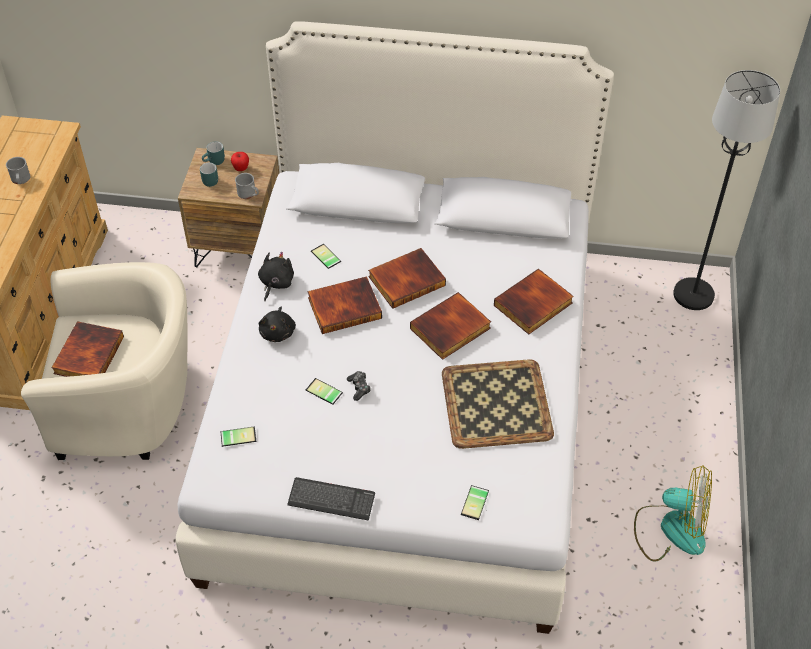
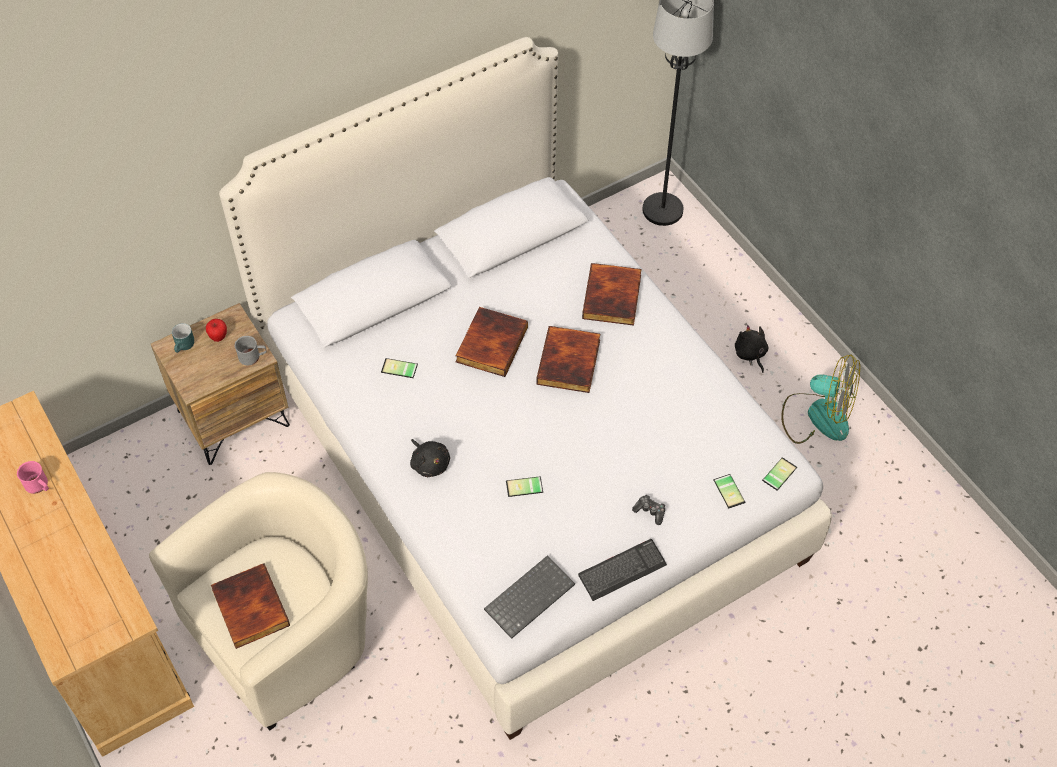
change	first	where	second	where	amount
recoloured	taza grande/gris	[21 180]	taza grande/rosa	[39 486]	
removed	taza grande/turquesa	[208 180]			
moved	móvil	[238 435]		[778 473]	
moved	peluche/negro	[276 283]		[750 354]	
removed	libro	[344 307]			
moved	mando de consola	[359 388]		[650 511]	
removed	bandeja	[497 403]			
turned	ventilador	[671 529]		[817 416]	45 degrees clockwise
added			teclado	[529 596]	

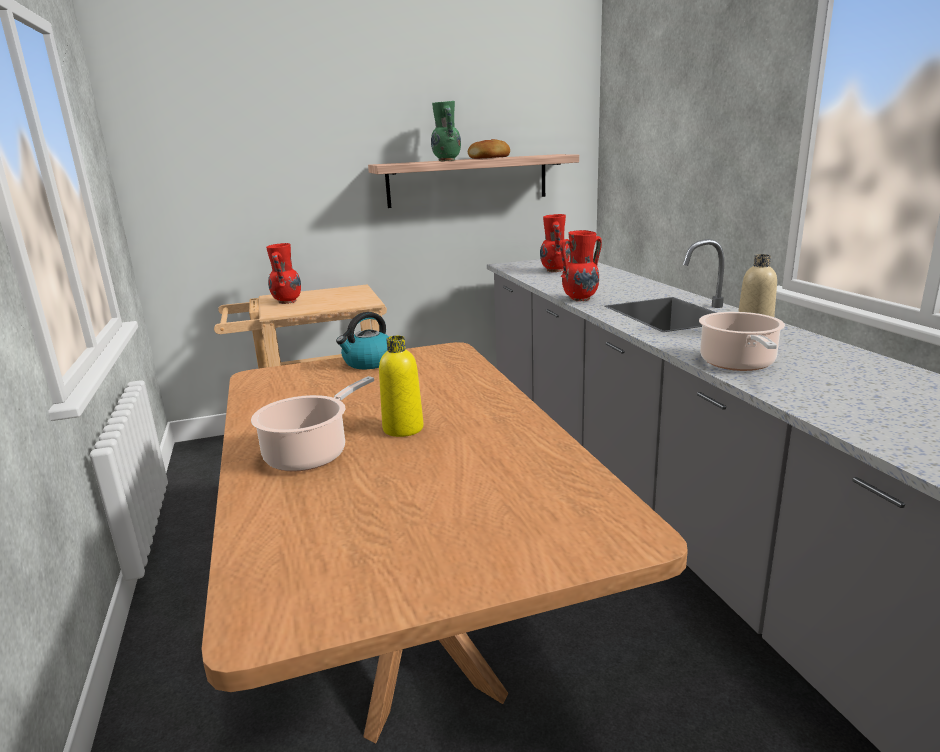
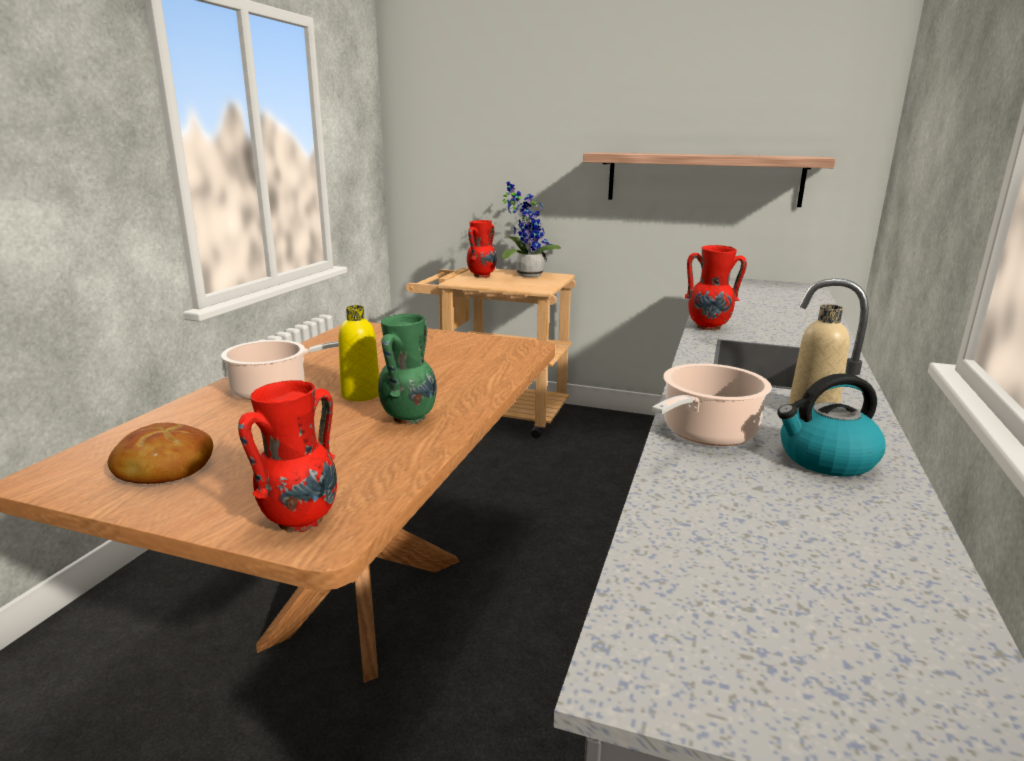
change	first	where	second	where	amount
moved	hervidor	[369 363]		[825 459]	
moved	florero/verde	[446 160]		[408 419]	
moved	pan	[489 158]		[163 468]	
moved	florero/rojo	[554 270]		[298 521]	
added			planta en maceta	[526 275]	

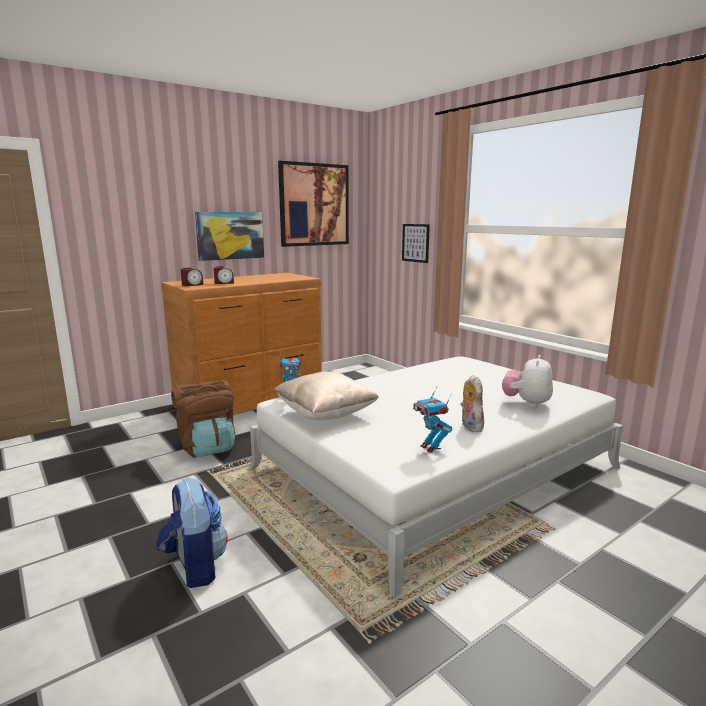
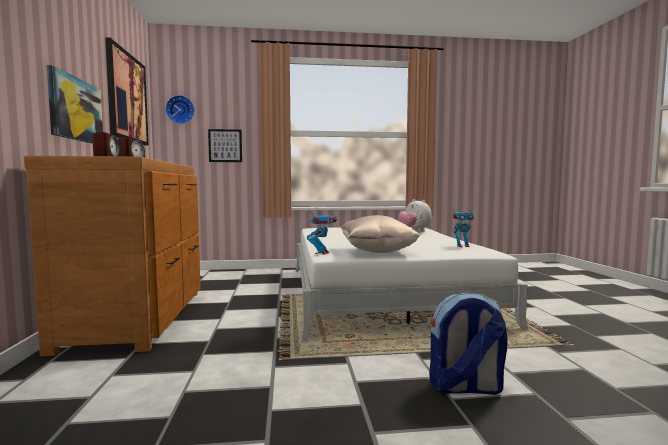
change	first	where	second	where	amount
removed	mochila/marrón	[207 447]			
removed	peluche	[469 426]			
added			reloj de pared	[180 110]	

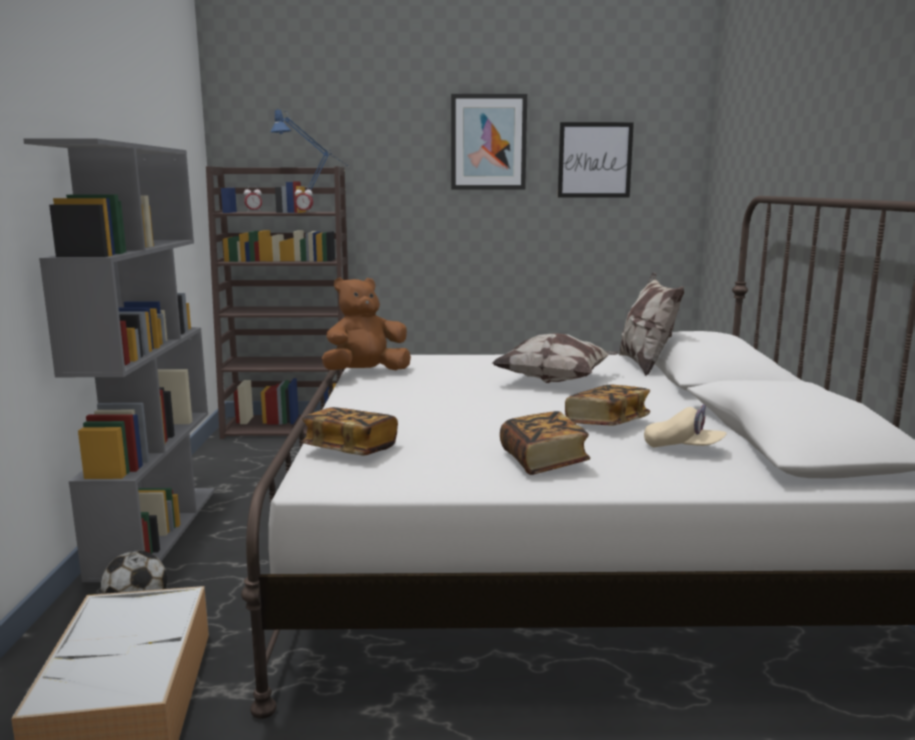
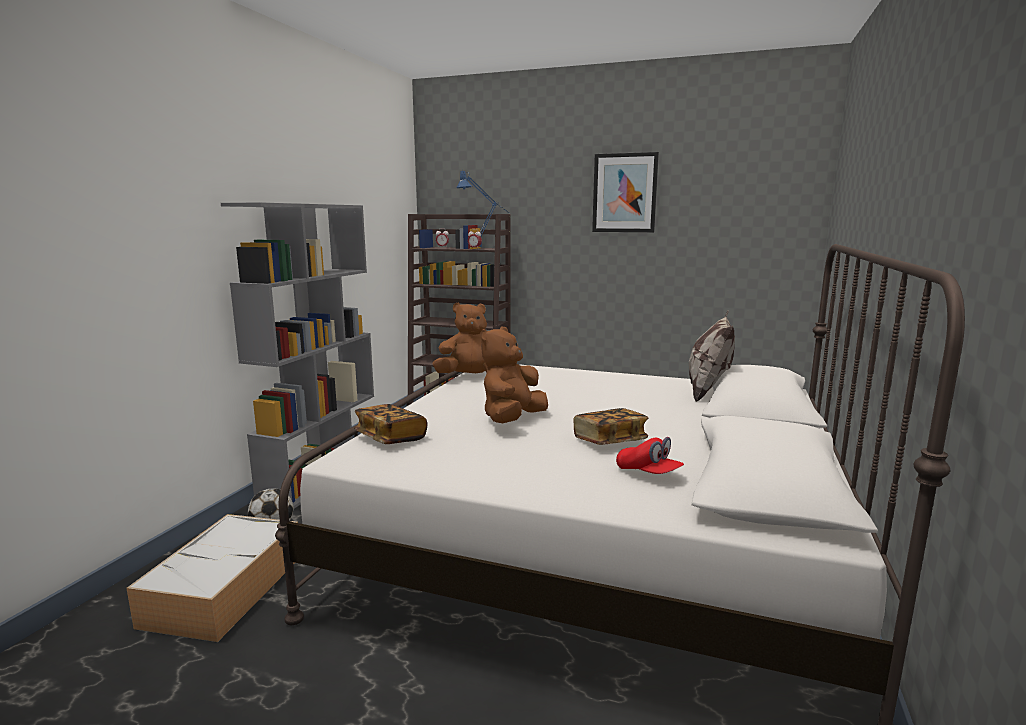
change	first	where	second	where	amount
removed	cojín	[556 380]			
removed	libro	[543 461]			
removed	cuadro	[594 160]			
recoloured	gorra/beis	[683 448]	gorra/rojo	[648 473]	
added			peluche/marrón	[512 419]	

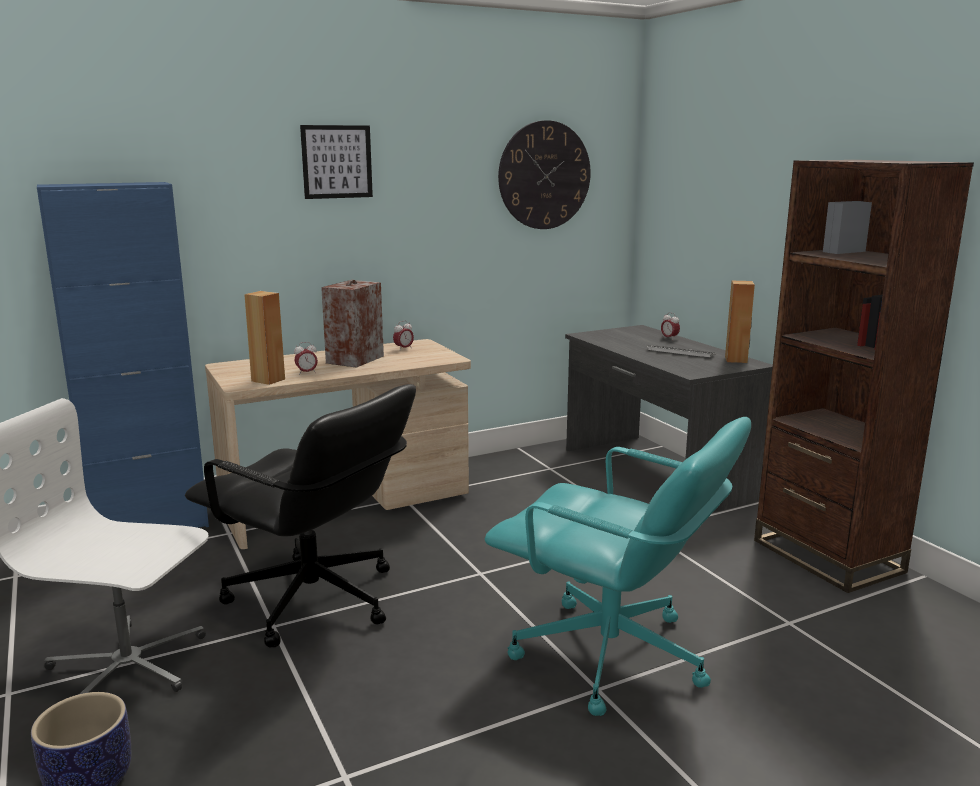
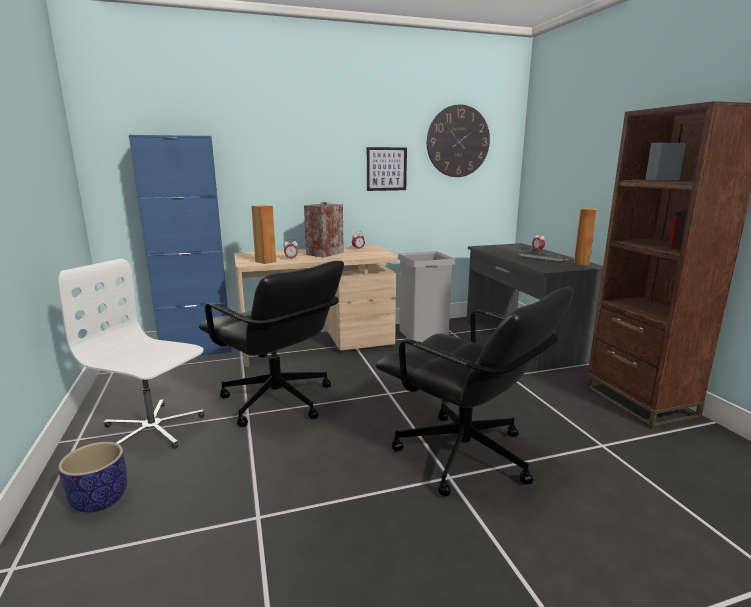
change	first	where	second	where	amount
moved	cuadro	[337 162]		[386 169]	
recoloured	silla de oficina/turquesa	[611 657]	silla de oficina/negro	[464 456]	
added			papelera/gris	[423 334]	

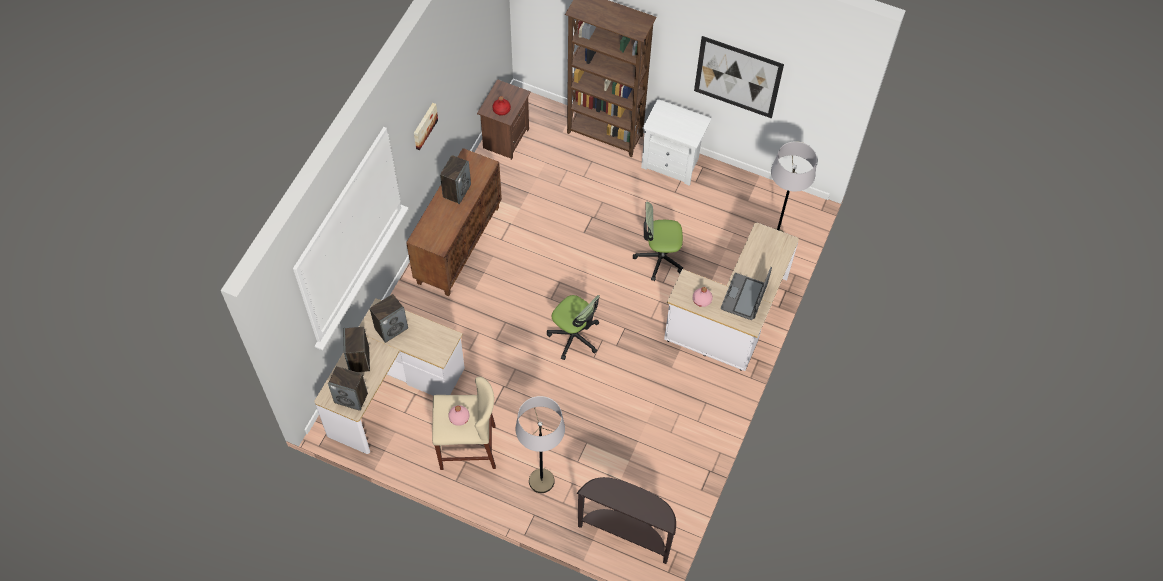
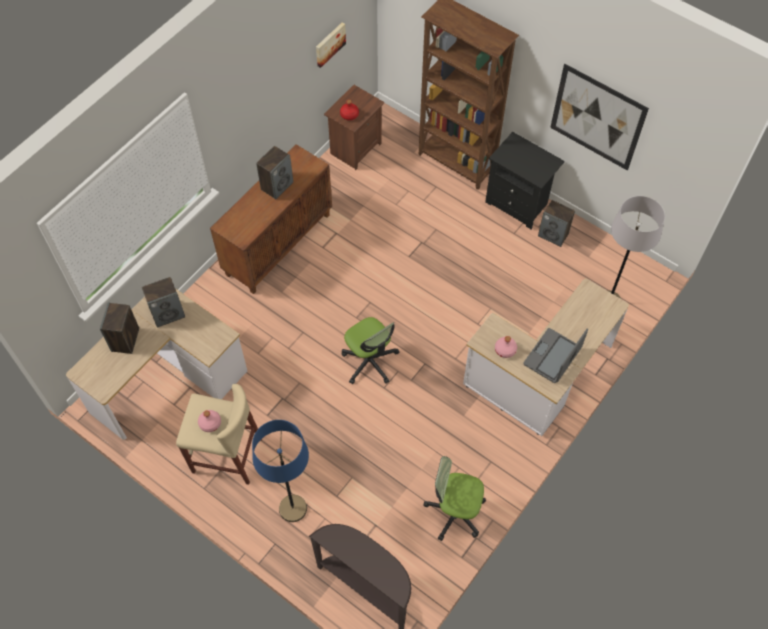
change	first	where	second	where	amount
moved	altavoz	[351 398]		[553 235]	
moved	cuadro	[424 125]		[329 44]	
recoloured	lámpara de pie/gris	[541 481]	lámpara de pie/azul	[293 508]	
moved	silla de oficina	[659 258]		[455 512]	
recoloured	mesita de noche/blanco	[672 163]	mesita de noche/negro	[518 203]	

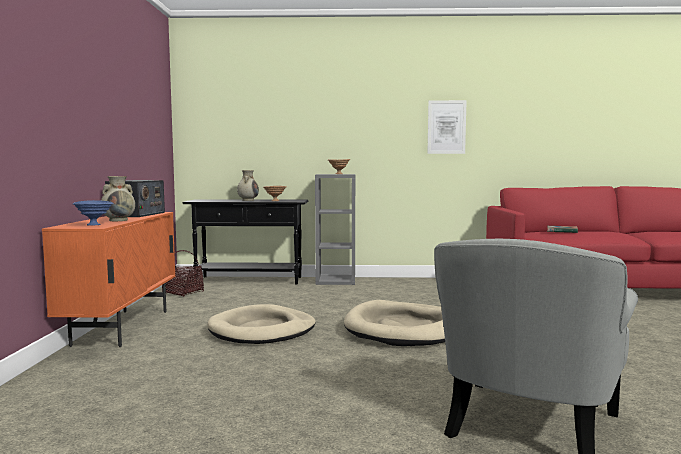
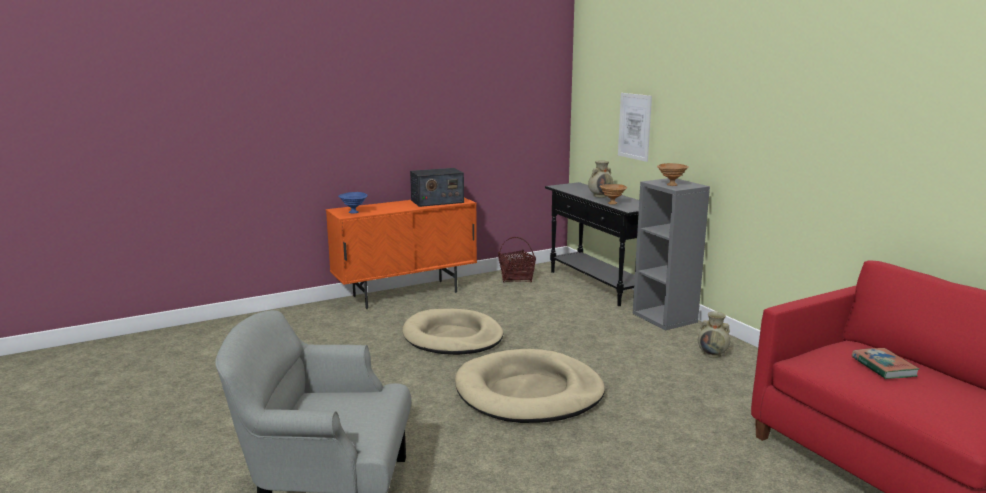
change	first	where	second	where	amount
moved	florero/beis	[119 220]		[713 354]	
moved	cuadro	[446 127]		[634 126]	

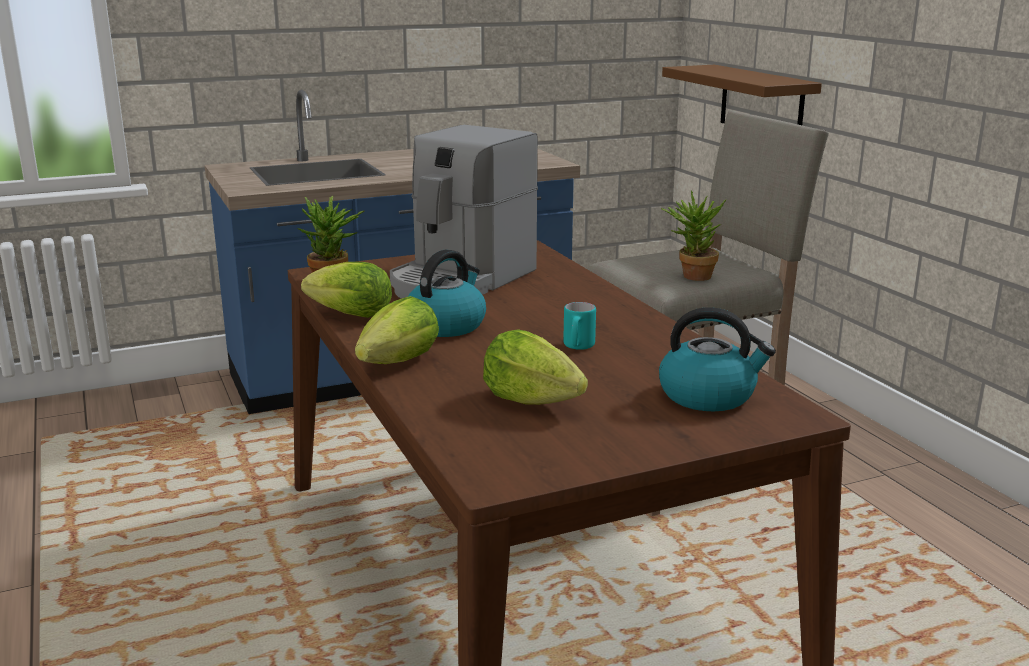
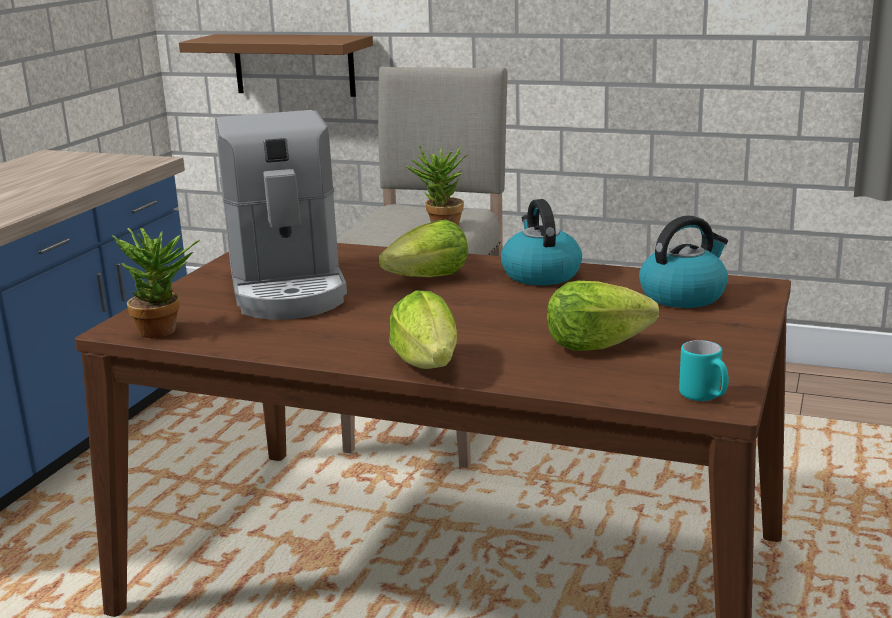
change	first	where	second	where	amount
moved	lechuga	[352 315]		[429 278]	
moved	hervidor	[446 325]		[540 274]	
moved	taza grande/turquesa	[577 347]		[704 397]	

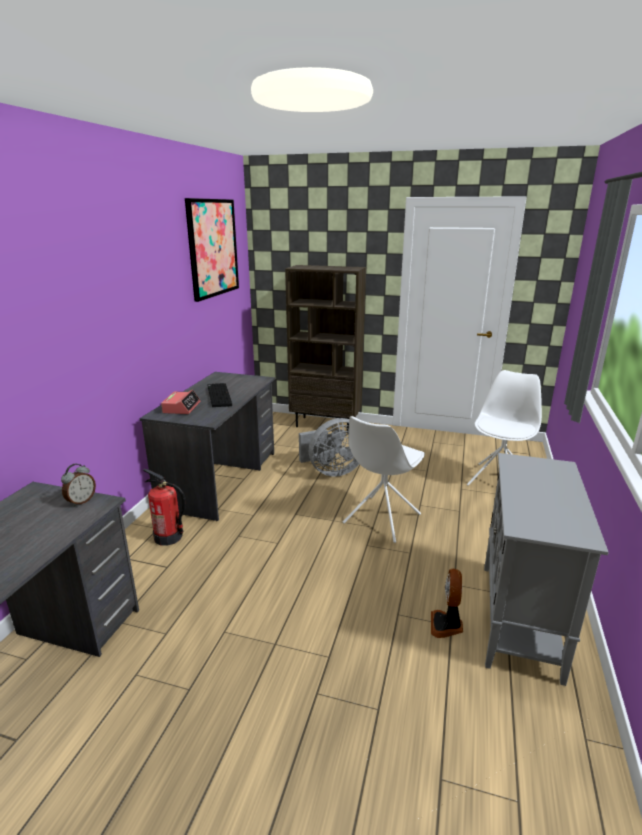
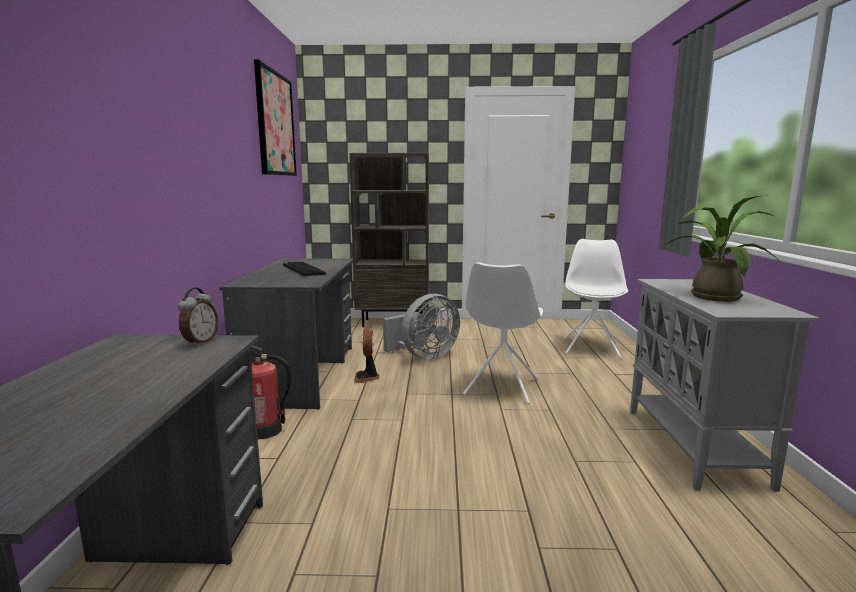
change	first	where	second	where	amount
removed	despertador	[181 407]			
moved	ventilador	[446 625]		[367 377]	
added			planta en maceta	[712 296]	

